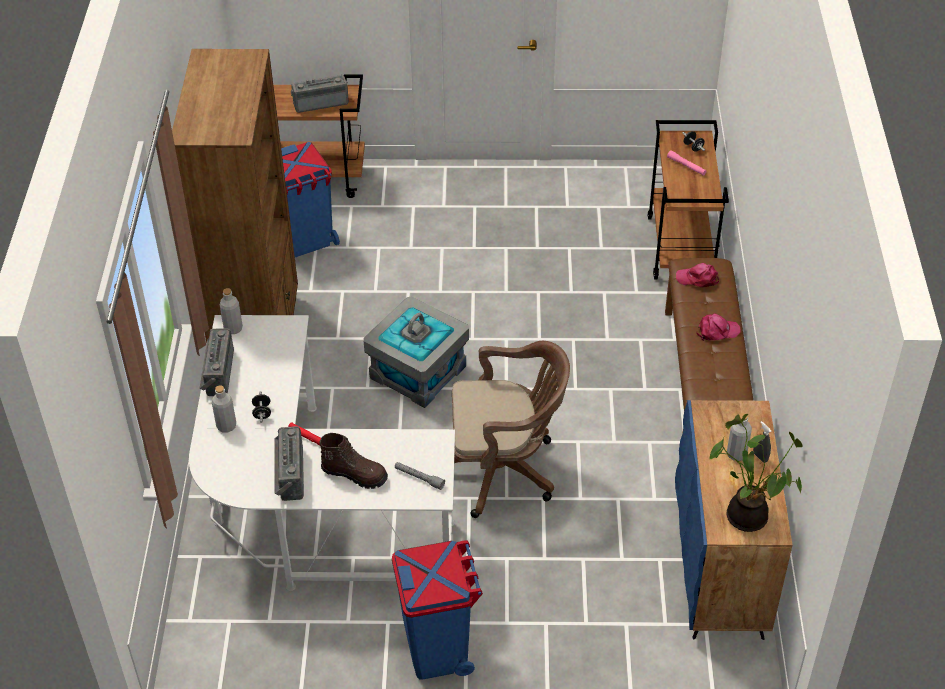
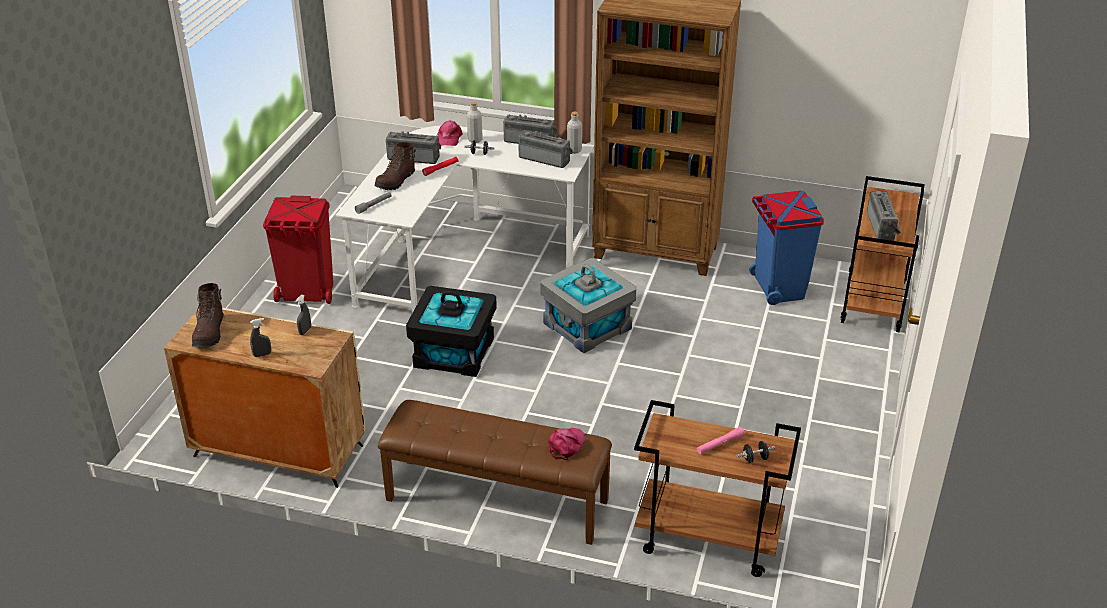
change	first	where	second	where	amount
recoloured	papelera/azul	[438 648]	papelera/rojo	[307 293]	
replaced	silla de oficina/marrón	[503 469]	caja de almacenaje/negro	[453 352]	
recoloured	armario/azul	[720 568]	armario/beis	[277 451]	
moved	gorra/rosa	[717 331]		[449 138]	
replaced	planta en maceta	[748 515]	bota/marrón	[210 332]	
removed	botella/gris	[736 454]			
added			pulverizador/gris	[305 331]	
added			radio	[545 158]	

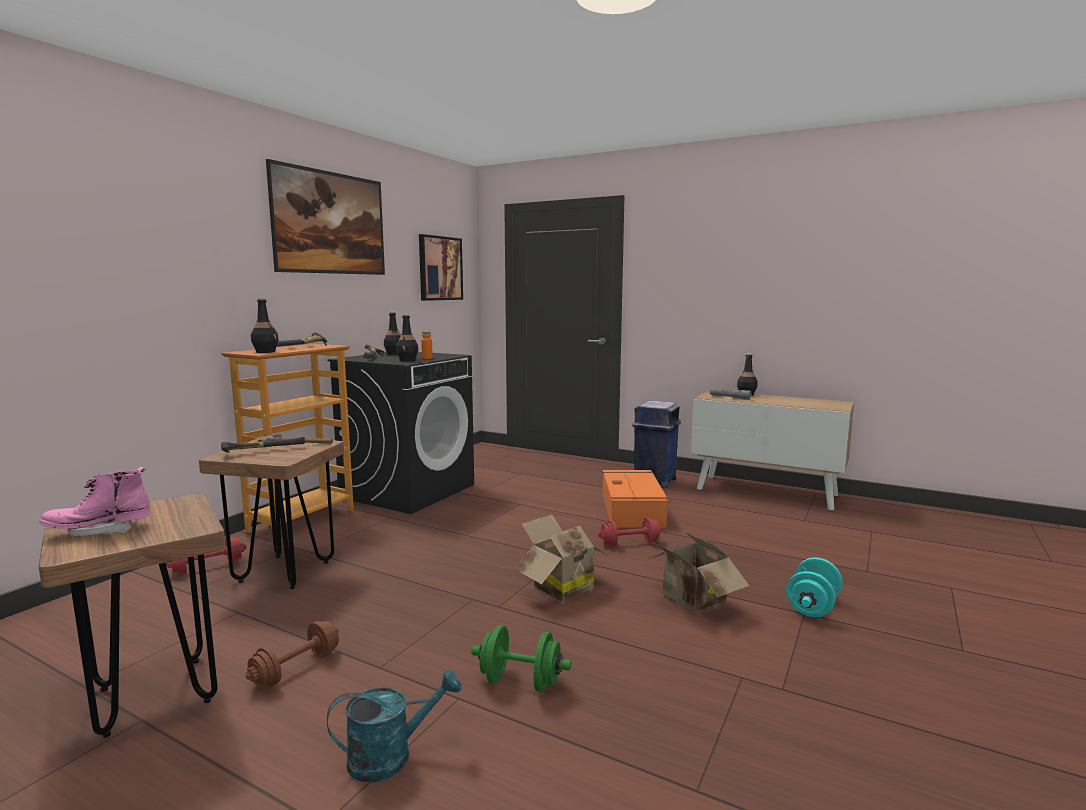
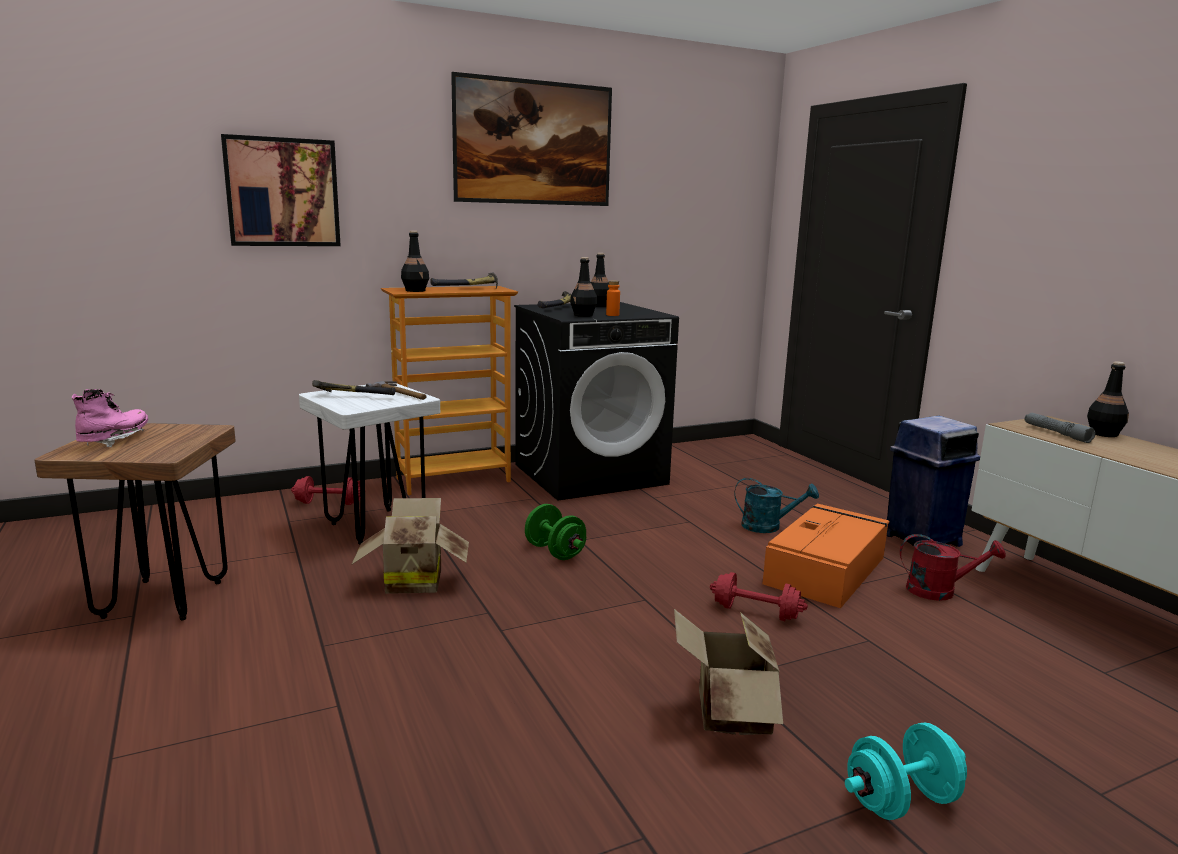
change	first	where	second	where	amount
turned	bota/rosa	[99 530]		[115 440]	90 degrees clockwise
recoloured	taburete/marrón	[285 571]	taburete/blanco	[375 526]	
removed	mancuerna/marrón	[296 669]			
moved	regadera/turquesa	[391 756]		[768 527]	
moved	cuadro	[440 268]		[282 192]	
moved	mancuerna/verde	[520 682]		[555 551]	
moved	caja de cartón	[559 588]		[412 581]	
added			regadera/rojo	[939 591]	

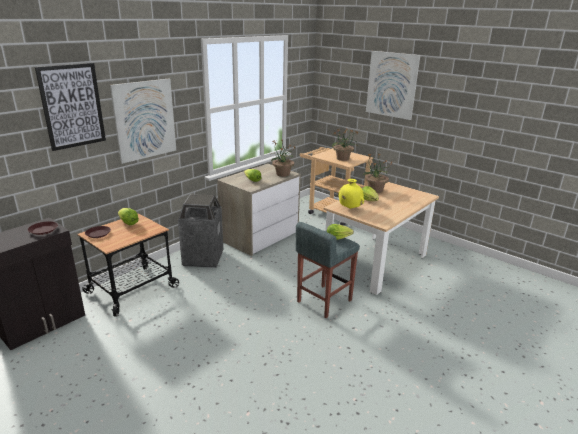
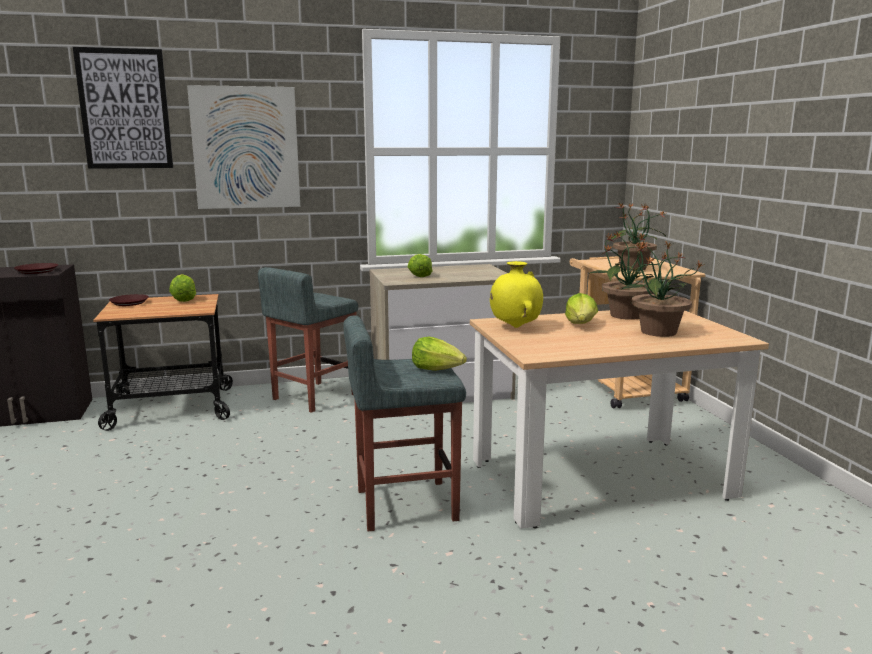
change	first	where	second	where	amount
replaced	papelera	[203 258]	taburete/gris	[314 397]	
moved	planta en maceta	[282 174]		[657 332]	
removed	cuadro	[391 85]			

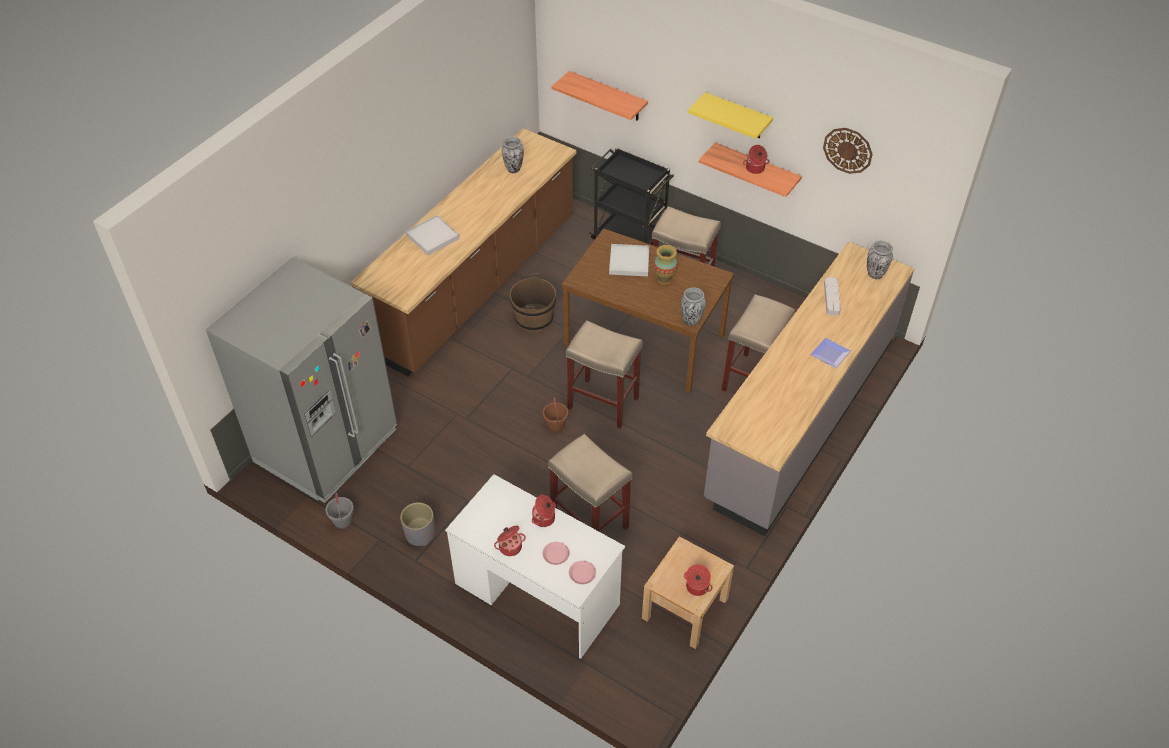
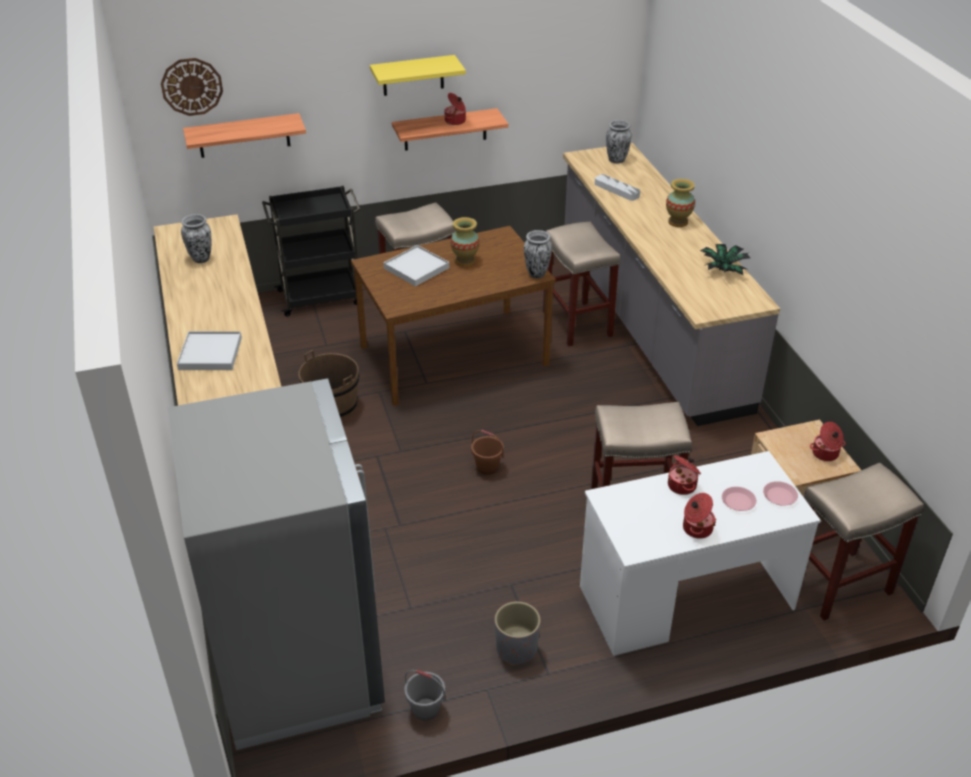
change	first	where	second	where	amount
moved	taburete/beis	[602 403]		[837 585]	
replaced	plato	[828 354]	florero	[678 222]	
moved	reloj de pared	[848 150]		[192 86]	
added			planta en maceta	[723 269]	

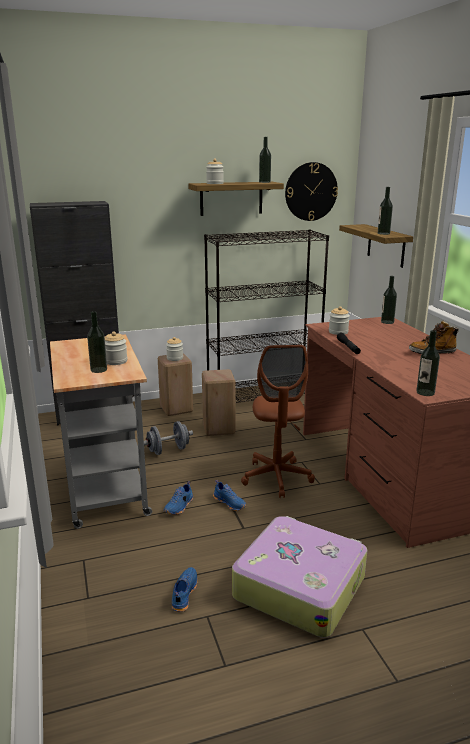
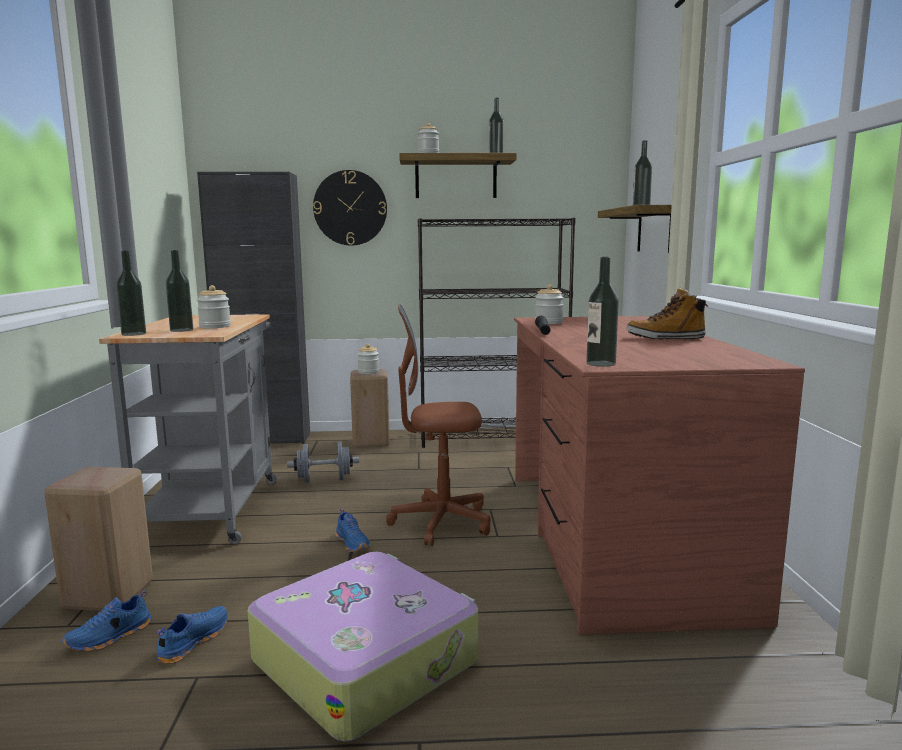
change	first	where	second	where	amount
moved	zapato/azul	[179 507]		[110 637]	
moved	taburete/beis	[219 428]		[111 594]	
turned	silla de oficina/marrón	[277 478]		[441 522]	75 degrees clockwise
moved	reloj de pared	[311 191]		[350 208]	
moved	botella	[387 322]		[133 334]	

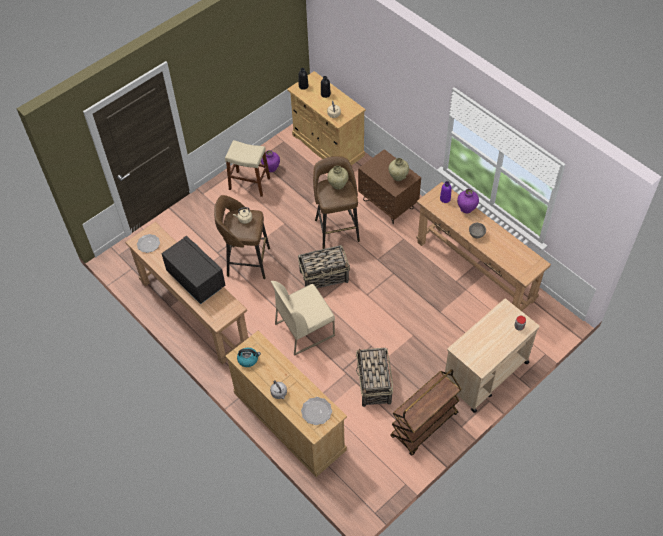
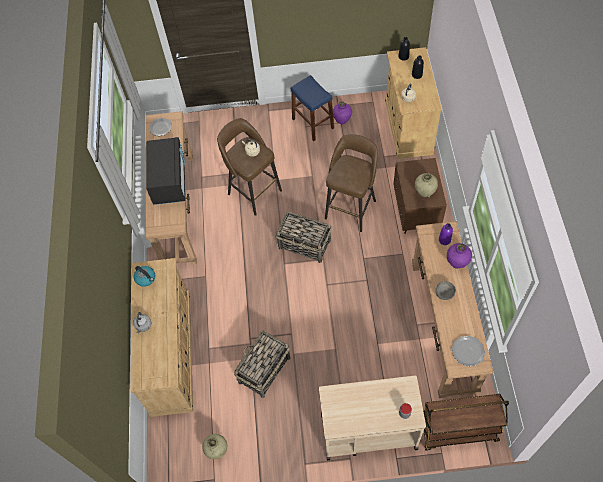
change	first	where	second	where	amount
recoloured	taburete/beis	[249 183]	taburete/azul	[313 123]	
removed	silla/beis	[305 329]			
moved	plato	[316 411]		[468 351]	
moved	florero/beis	[338 185]		[217 450]	
moved	carrito/marrón	[424 426]		[457 431]	

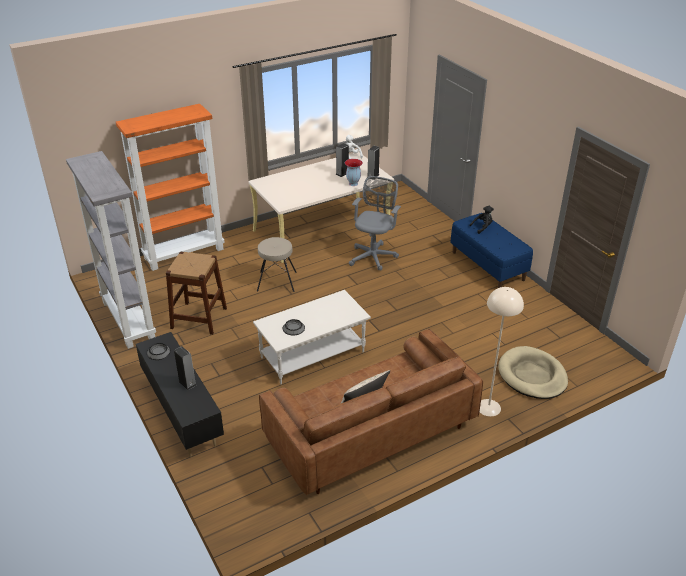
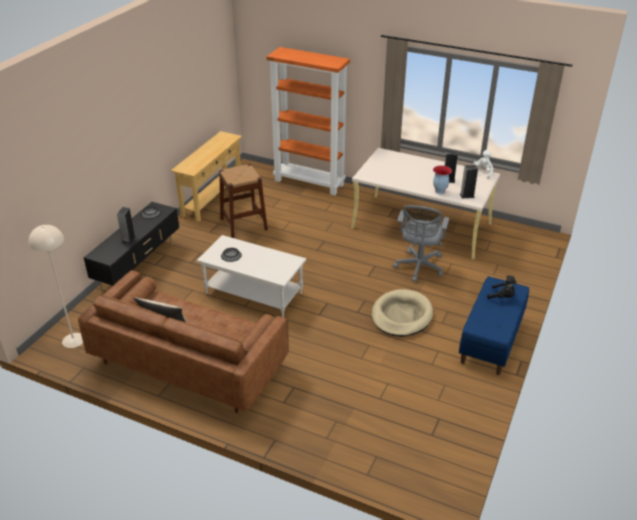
change	first	where	second	where	amount
replaced	estantería/gris	[127 320]	mesa consola/beis	[212 198]	
removed	taburete/beis	[277 281]			
turned	silla de oficina/gris	[373 256]		[418 267]	120 degrees clockwise
moved	lámpara de pie/beis	[488 407]		[73 340]	
moved	cama para perro/beis	[532 375]		[401 315]	

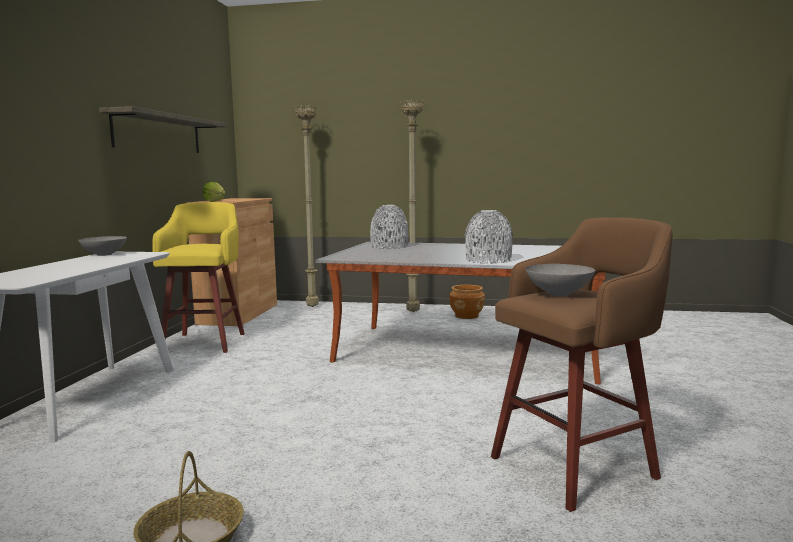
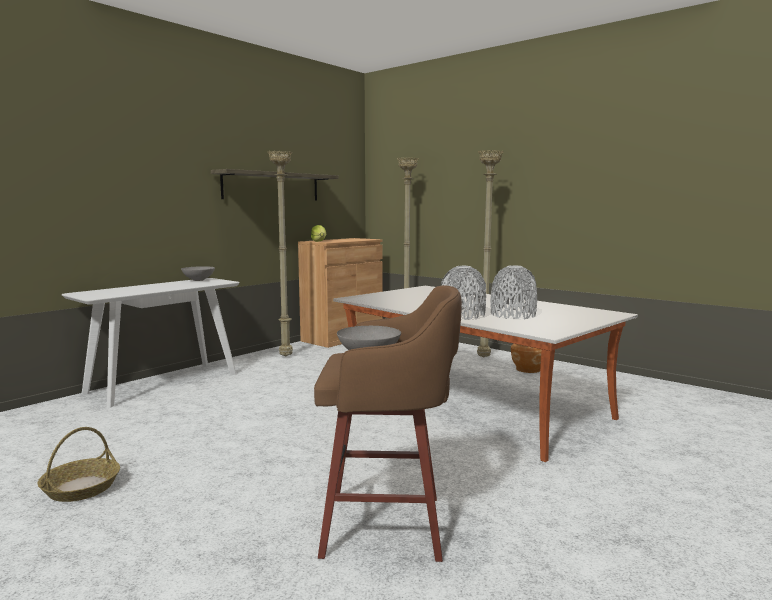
change	first	where	second	where	amount
replaced	taburete/amarillo	[205 342]	lámpara de pie/beis	[286 356]	
moved	florero/gris	[389 246]		[513 315]	

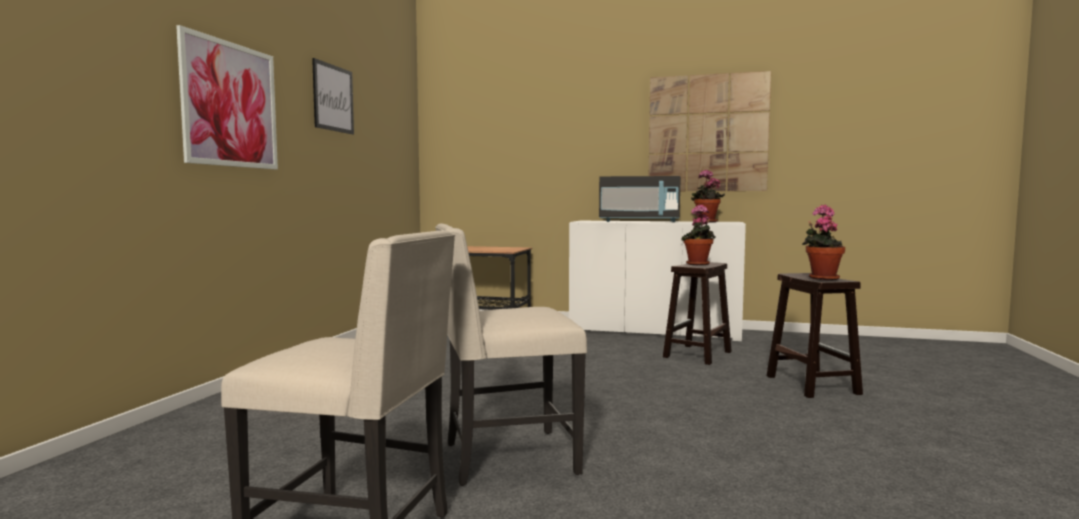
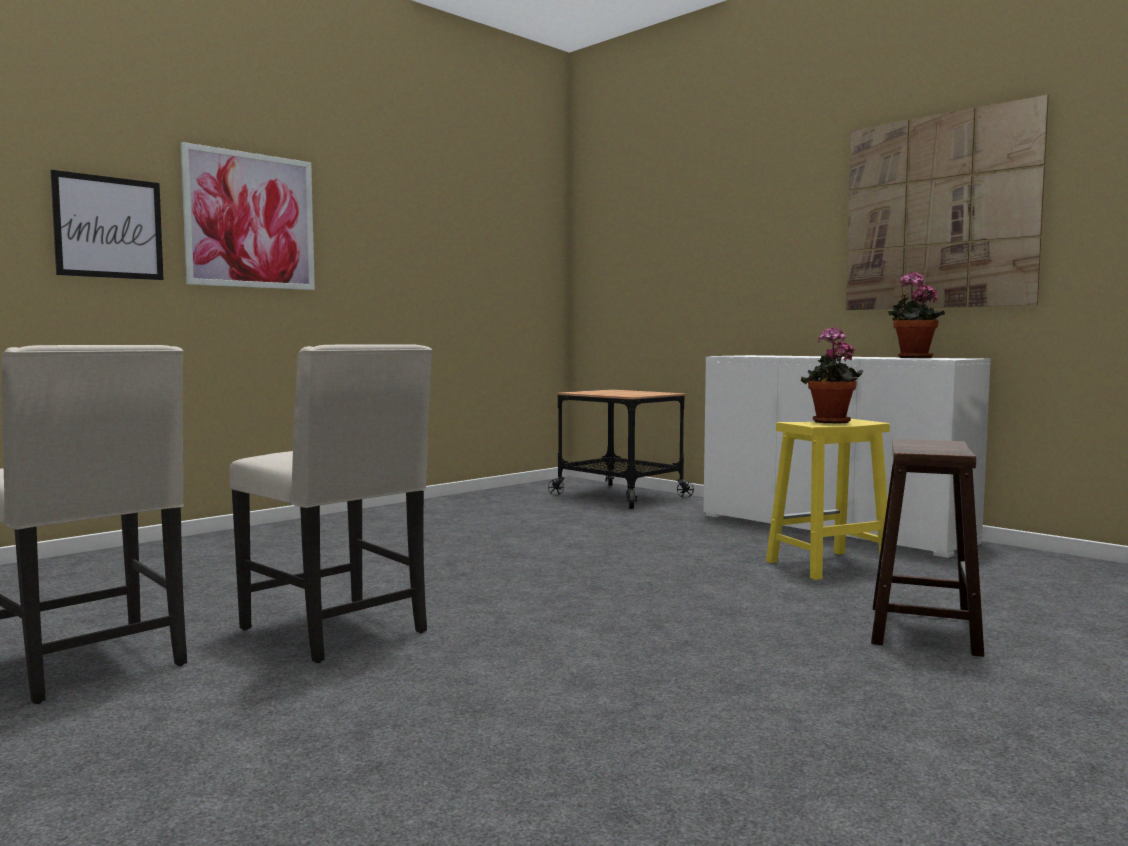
change	first	where	second	where	amount
moved	cuadro	[333 98]		[108 227]	
turned	silla/beis	[506 458]		[338 631]	150 degrees counterclockwise
removed	microondas/negro	[638 221]			
recoloured	taburete/marrón	[697 355]	taburete/amarillo	[827 565]	
removed	planta en maceta	[822 278]			

